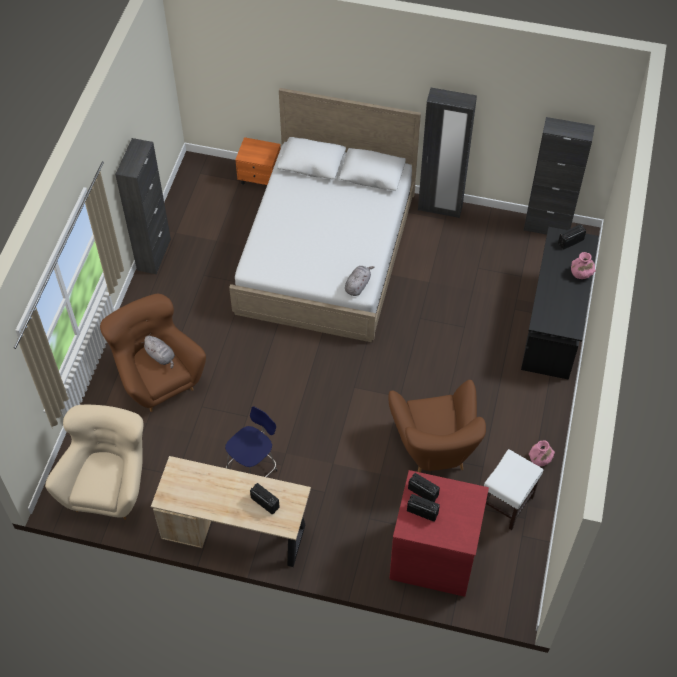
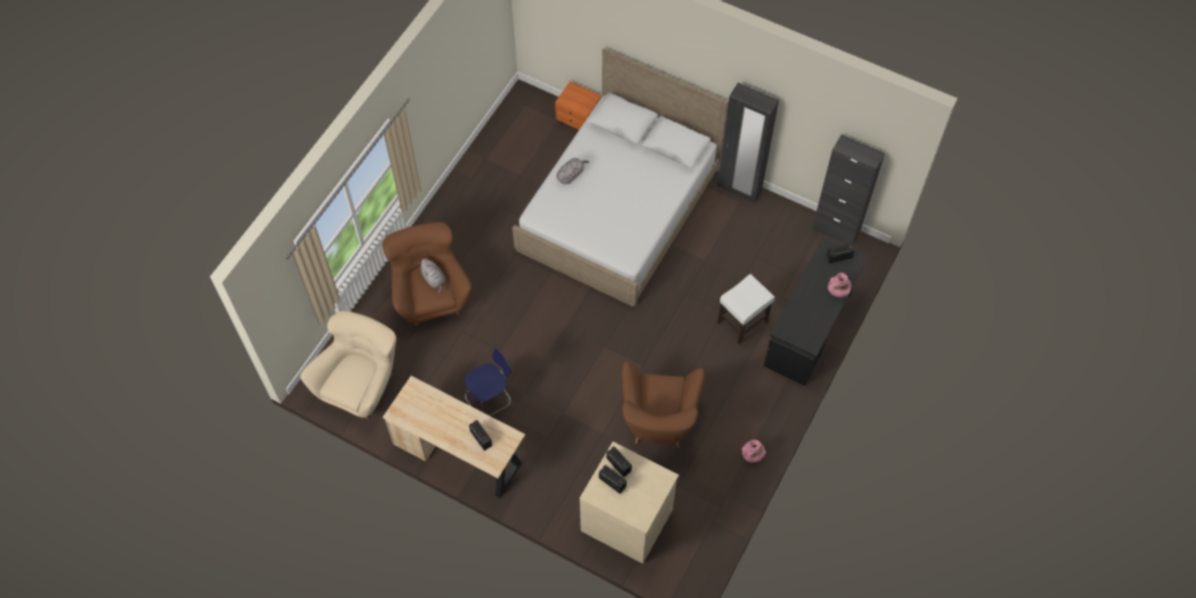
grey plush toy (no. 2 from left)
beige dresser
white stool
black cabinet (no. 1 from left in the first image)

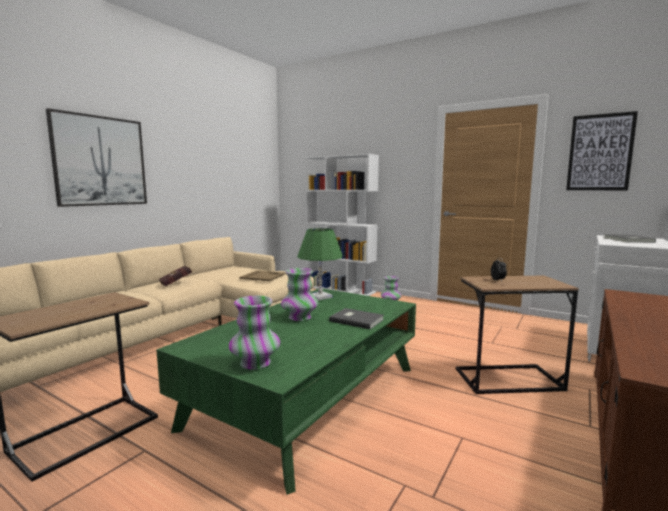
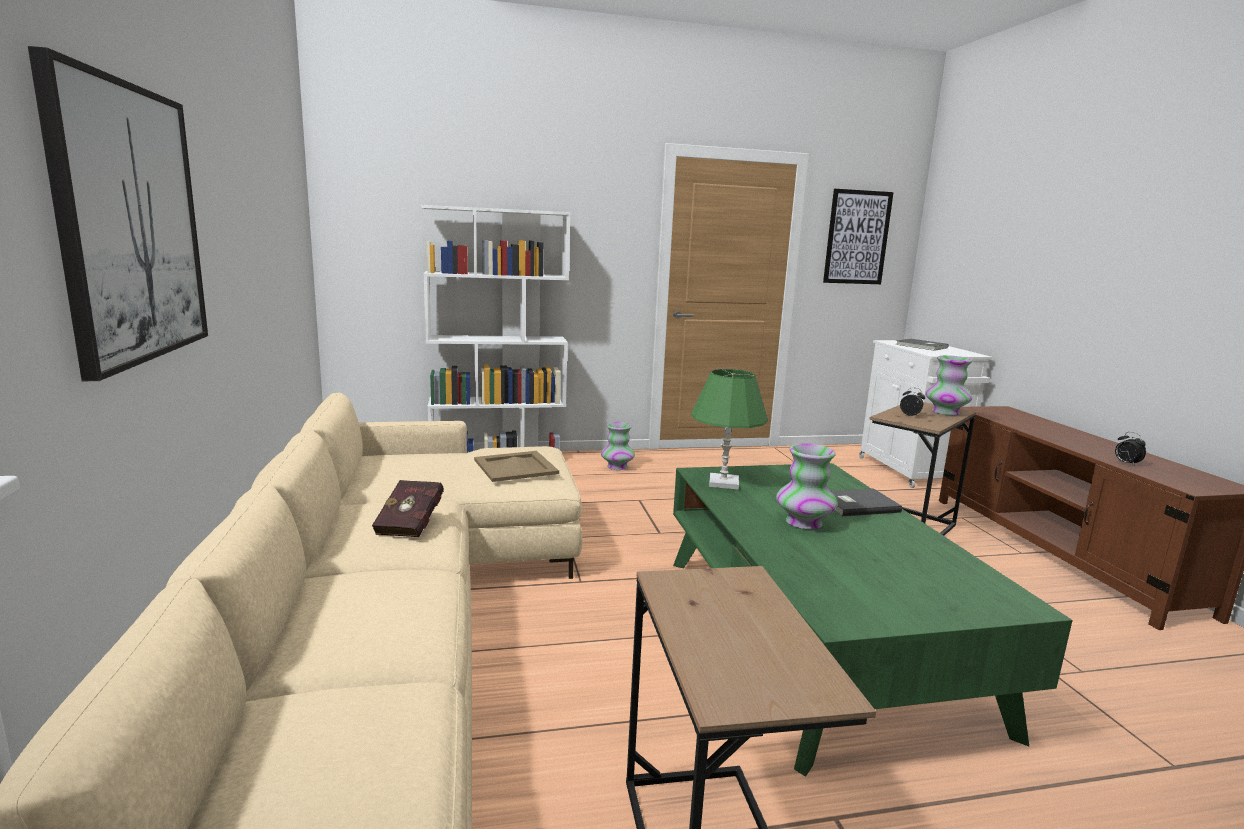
vase (no. 3 from left)
alarm clock (no. 2 from left)

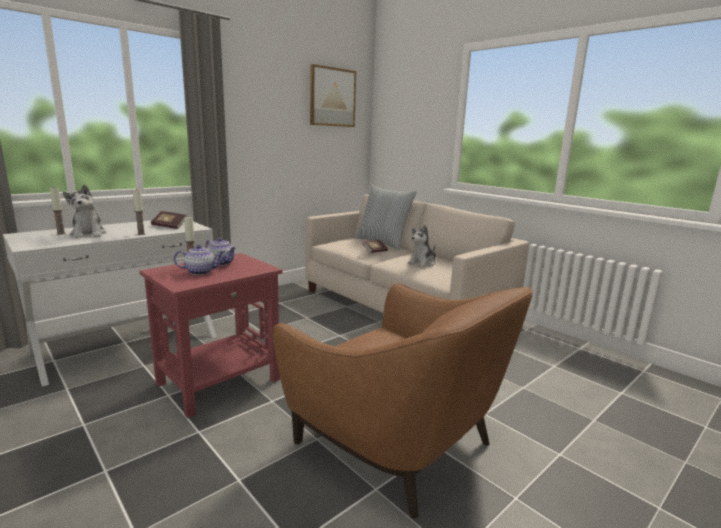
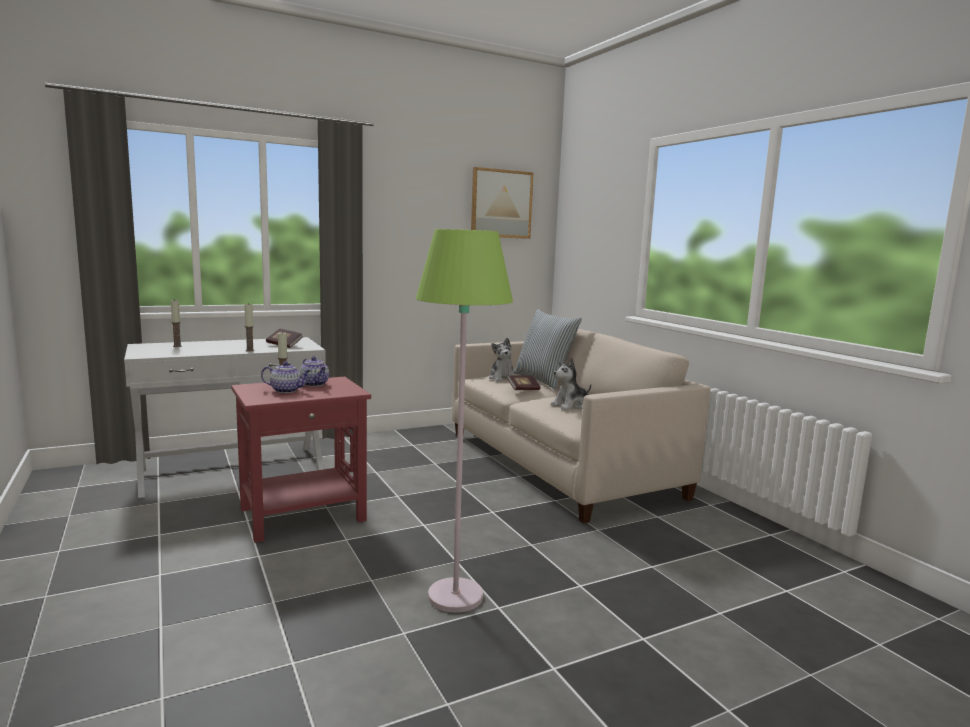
green floor lamp
plush toy (no. 1 from left)

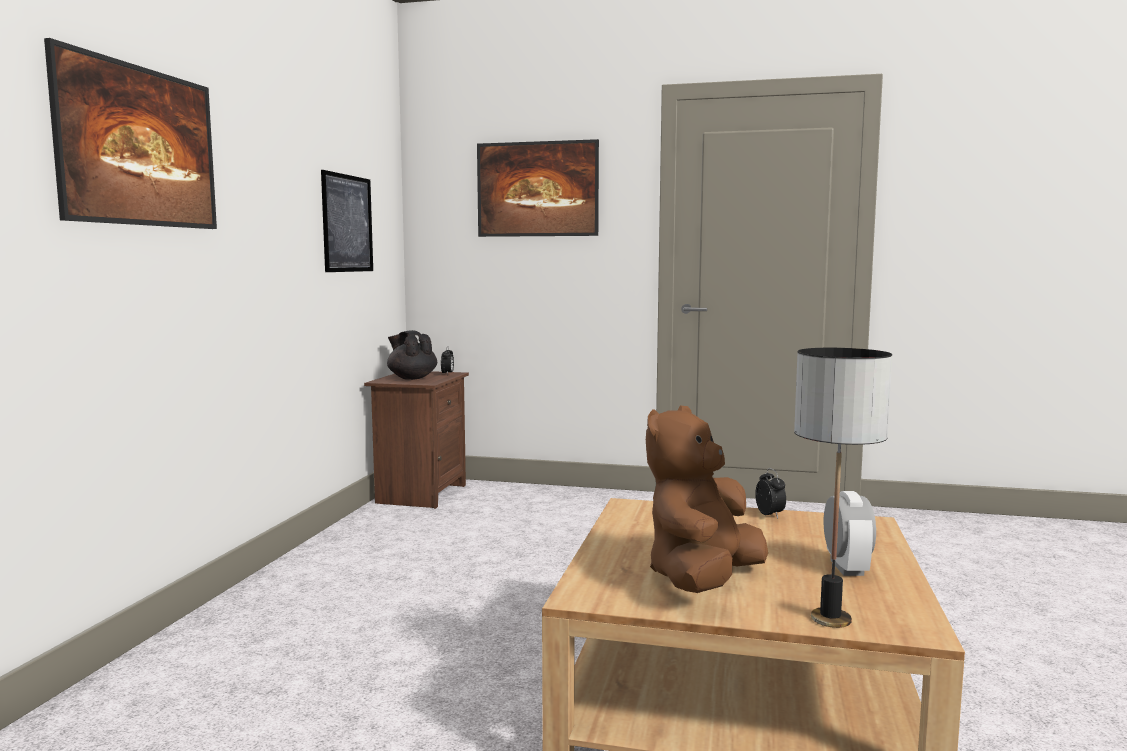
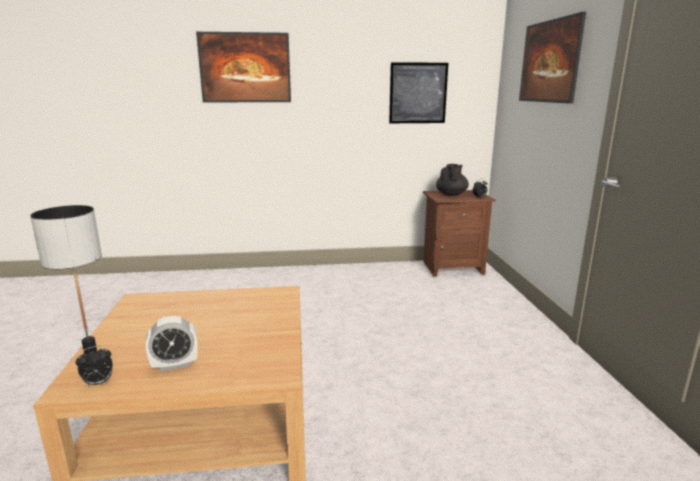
alarm clock (no. 1 from left)
brown plush toy

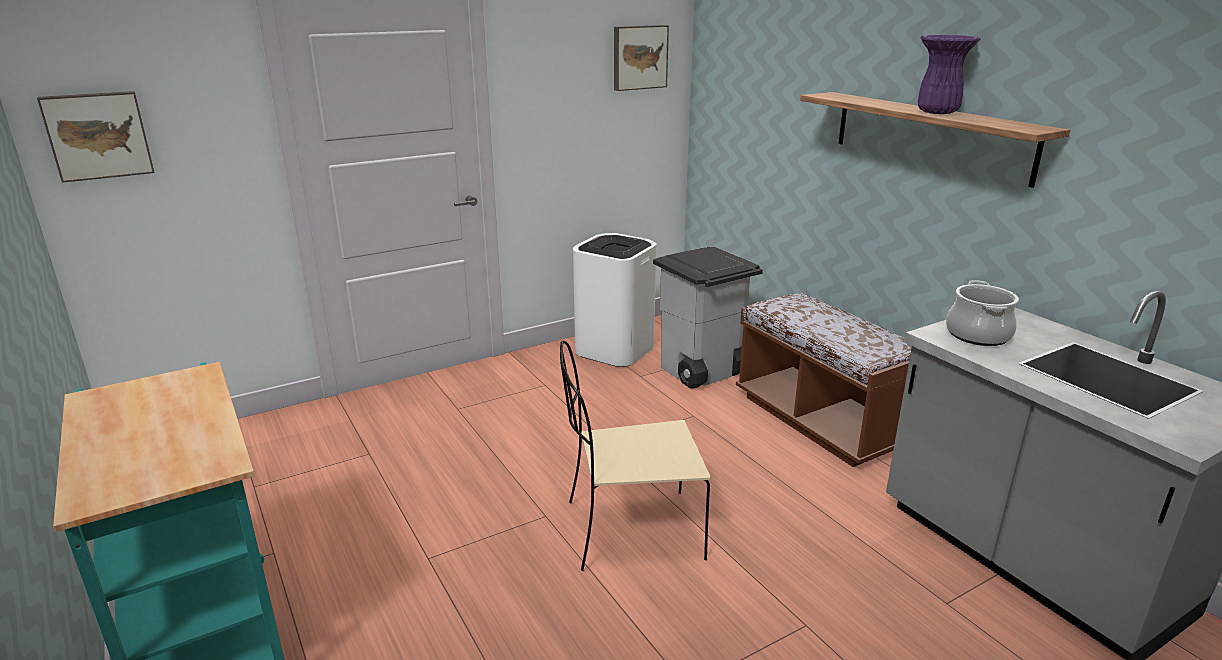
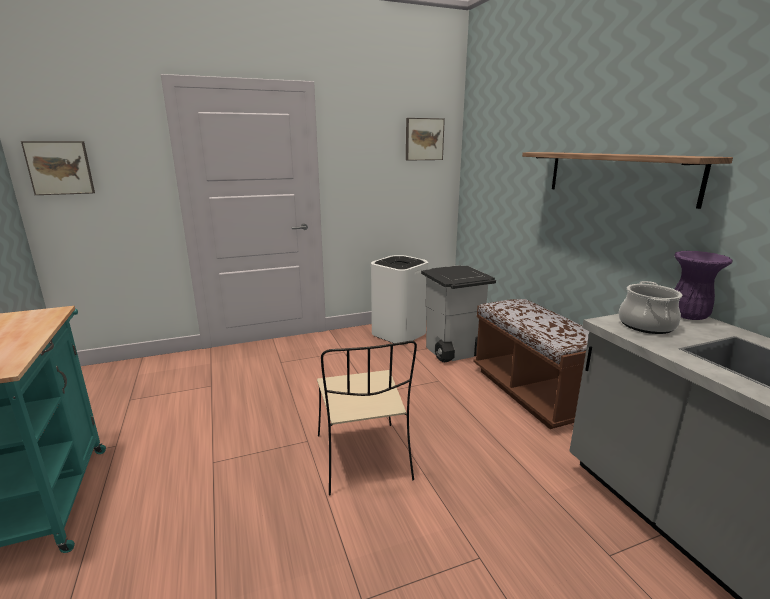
beige chair
purple vase

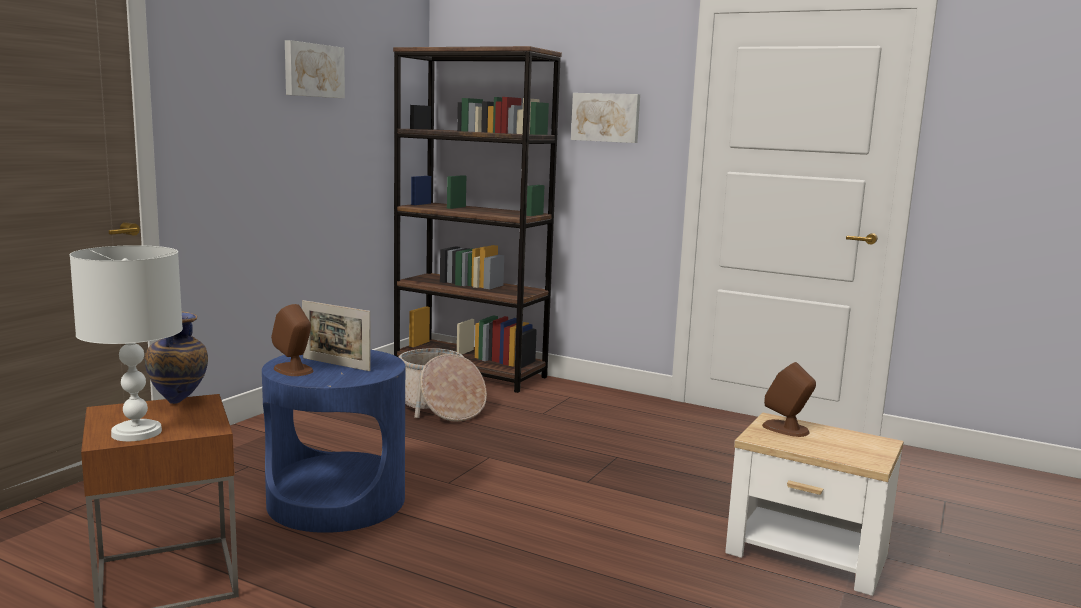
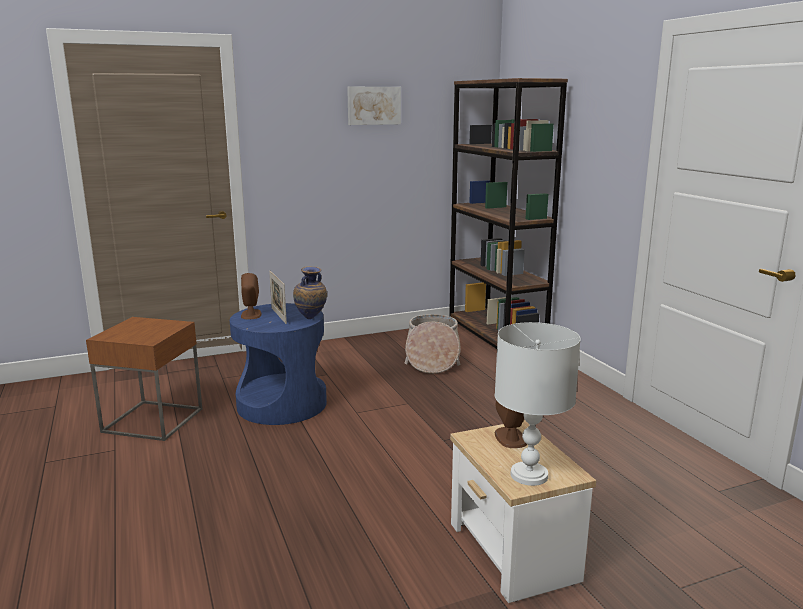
vase
white table lamp
picture (no. 2 from left in the first image)

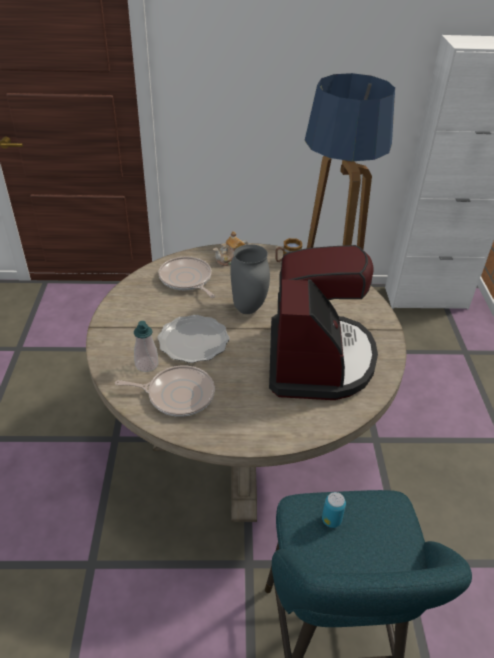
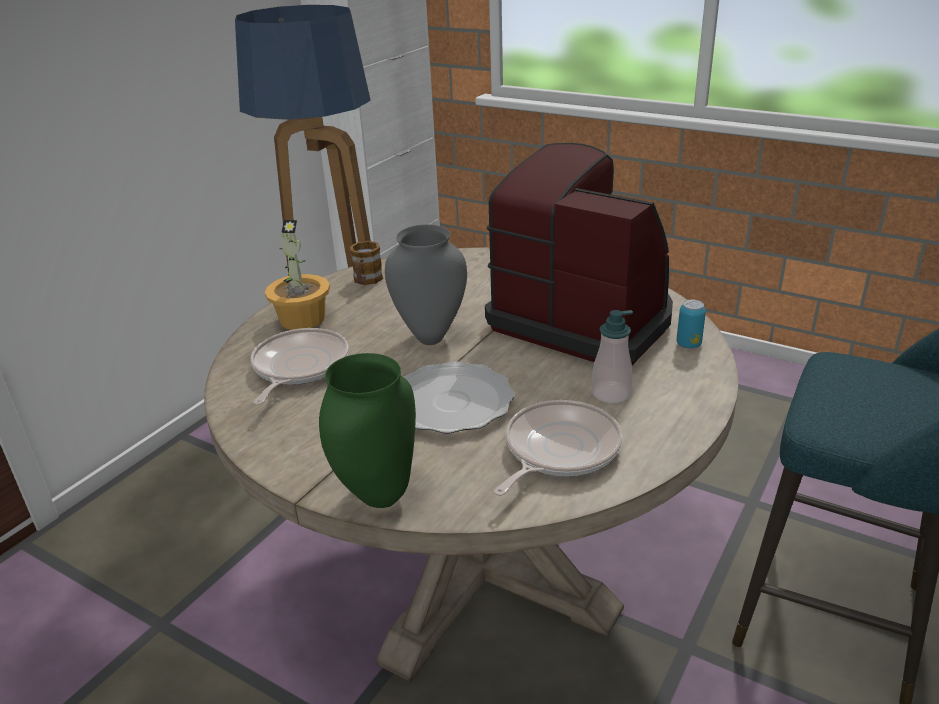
frying pan (no. 1 from left)
potted plant
green vase
soap dispenser
can

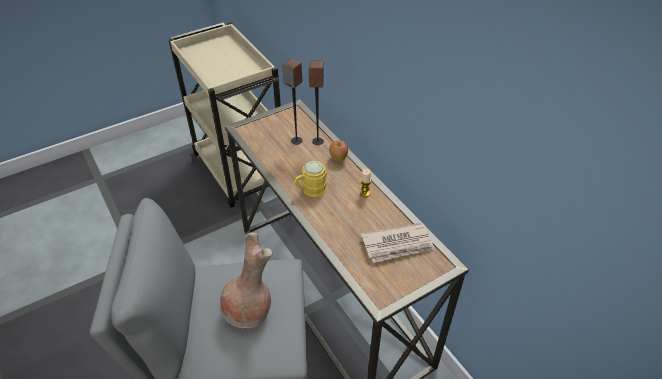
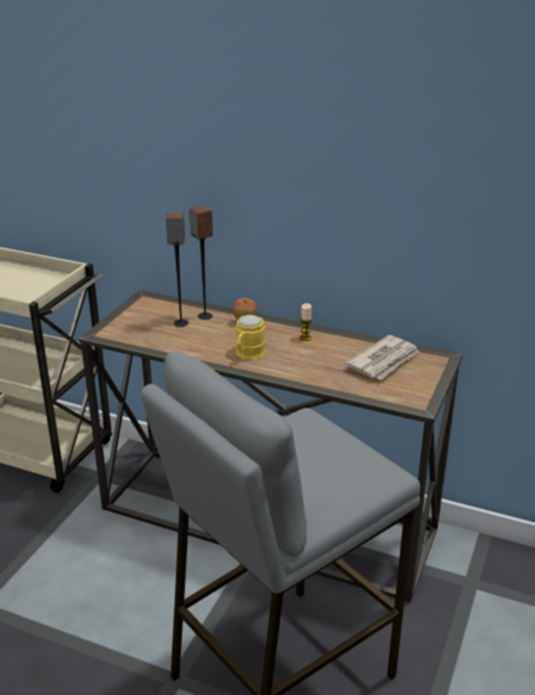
brown vase

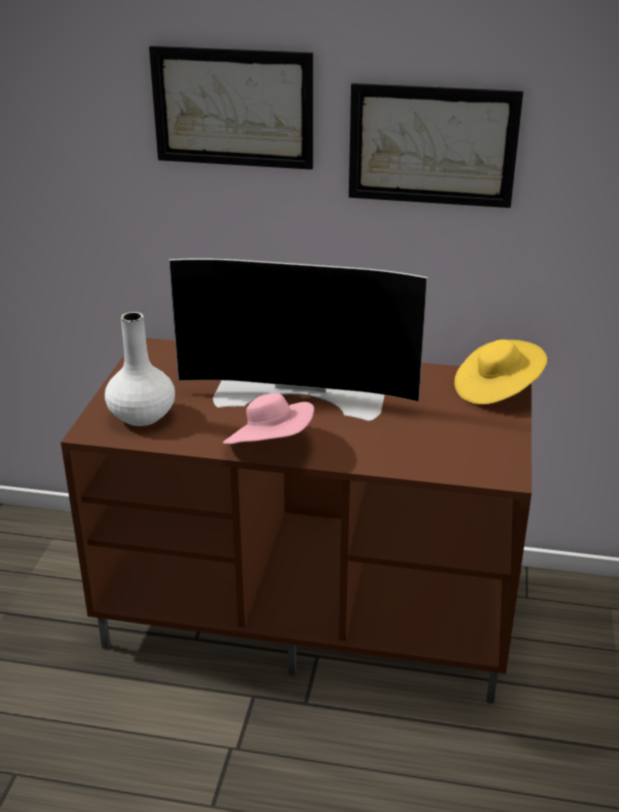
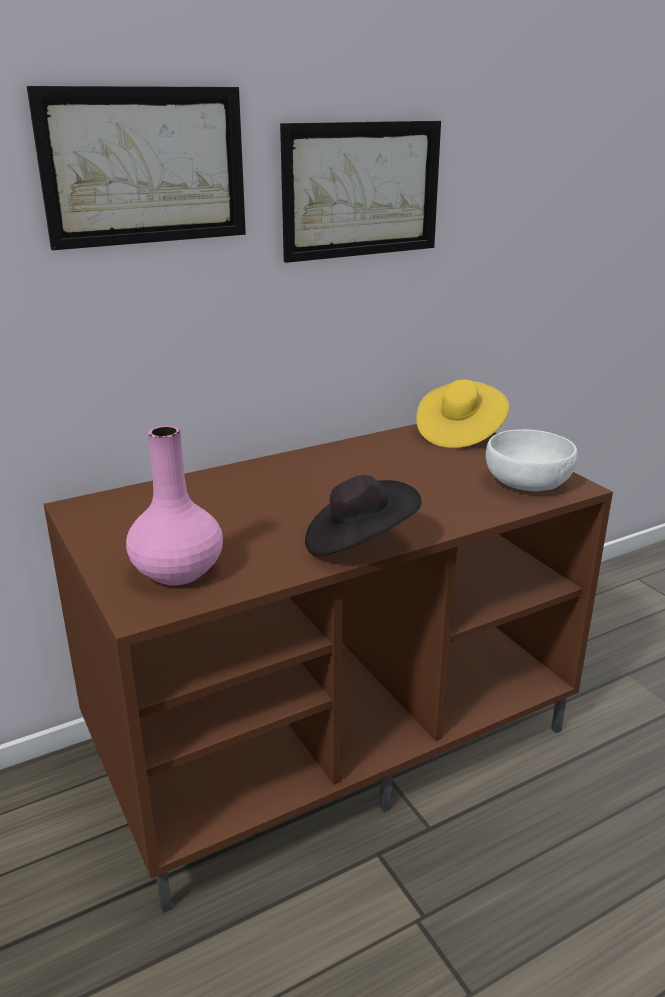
pink vase
black hat
white bowl
television

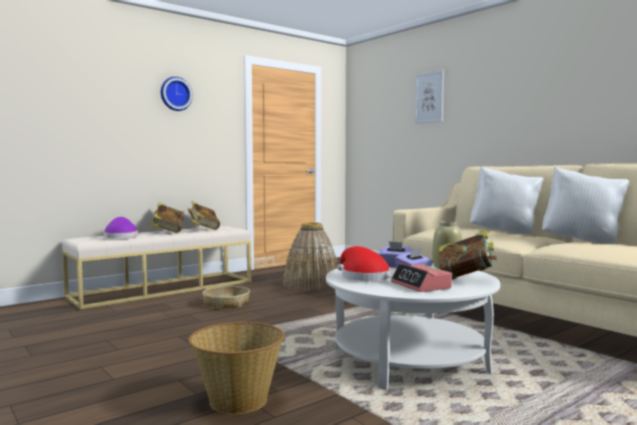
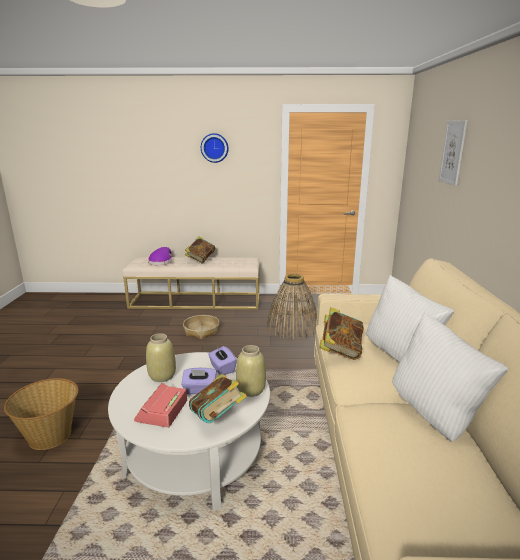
beige vase (no. 1 from left)
book (no. 3 from left)

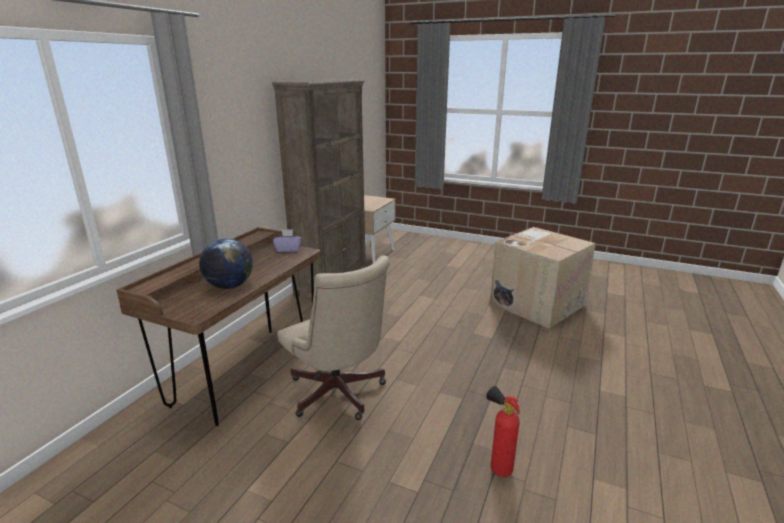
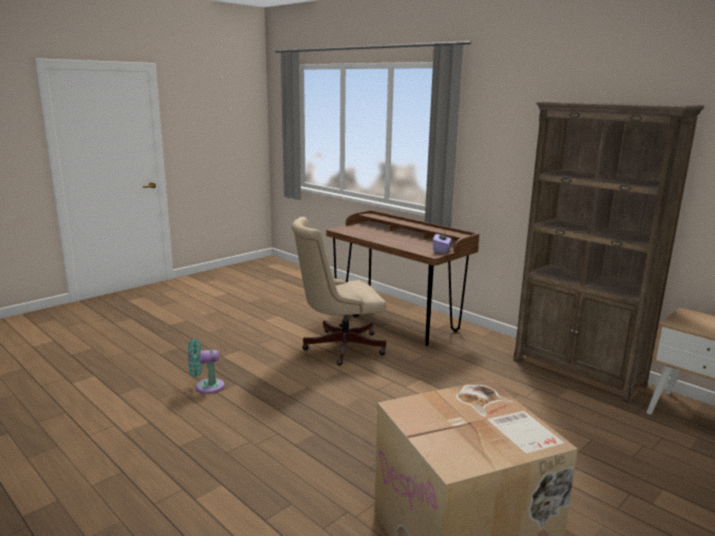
turquoise fan
globe

